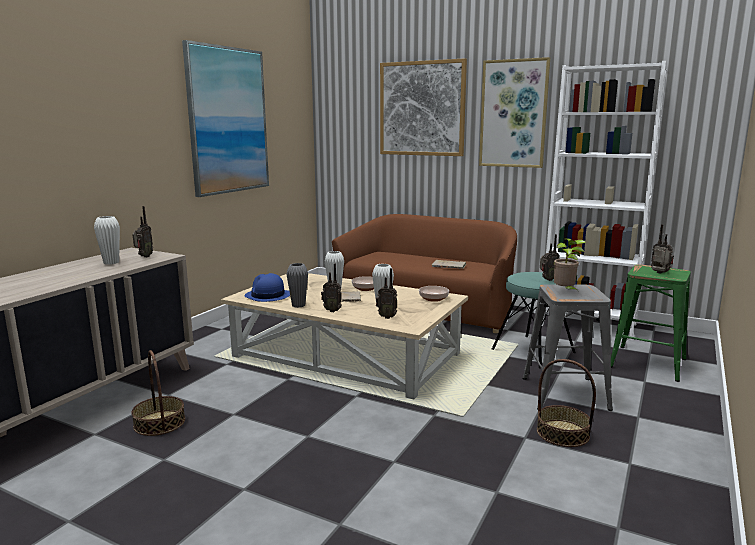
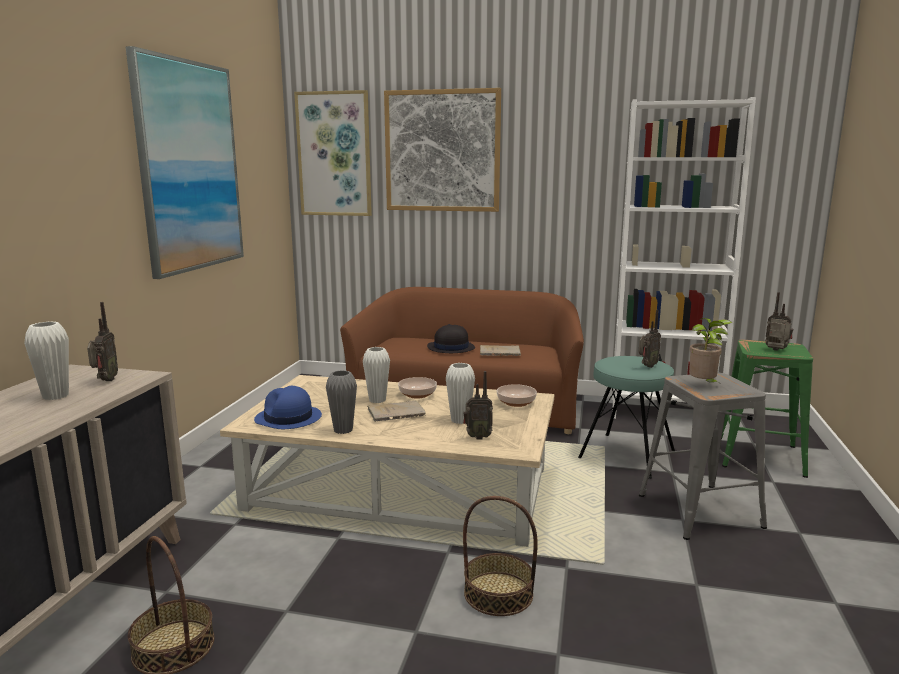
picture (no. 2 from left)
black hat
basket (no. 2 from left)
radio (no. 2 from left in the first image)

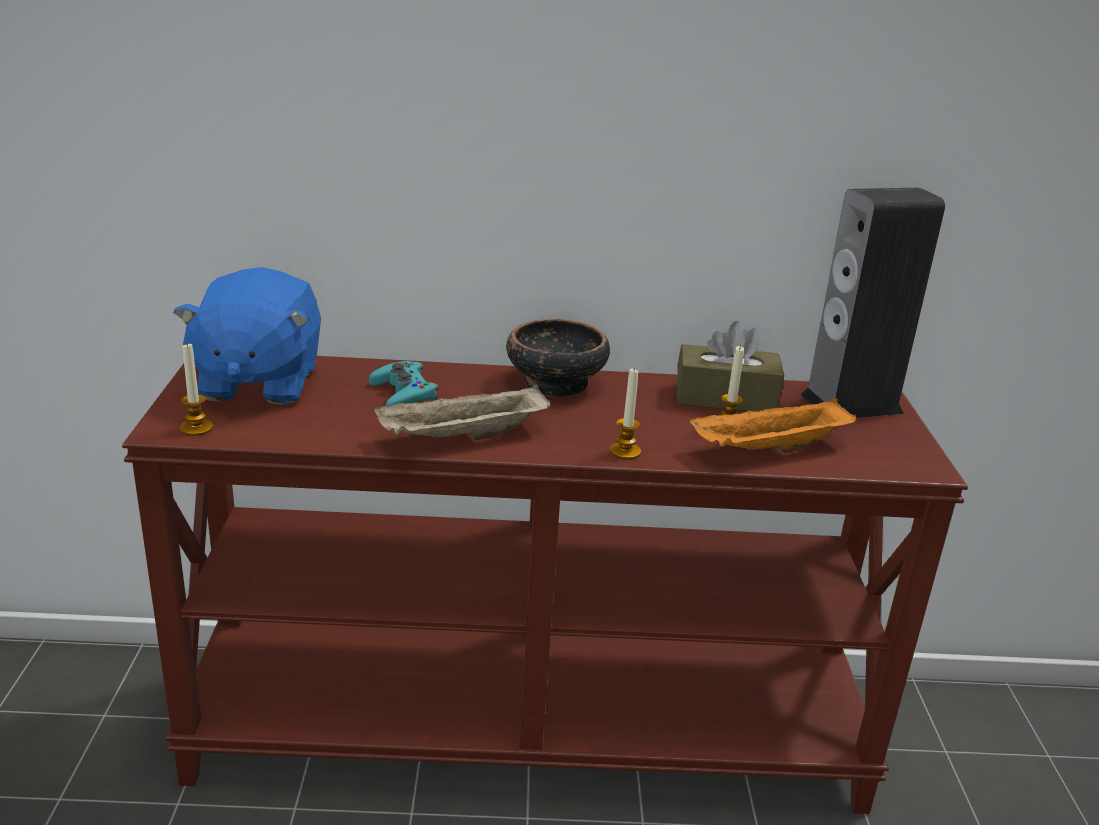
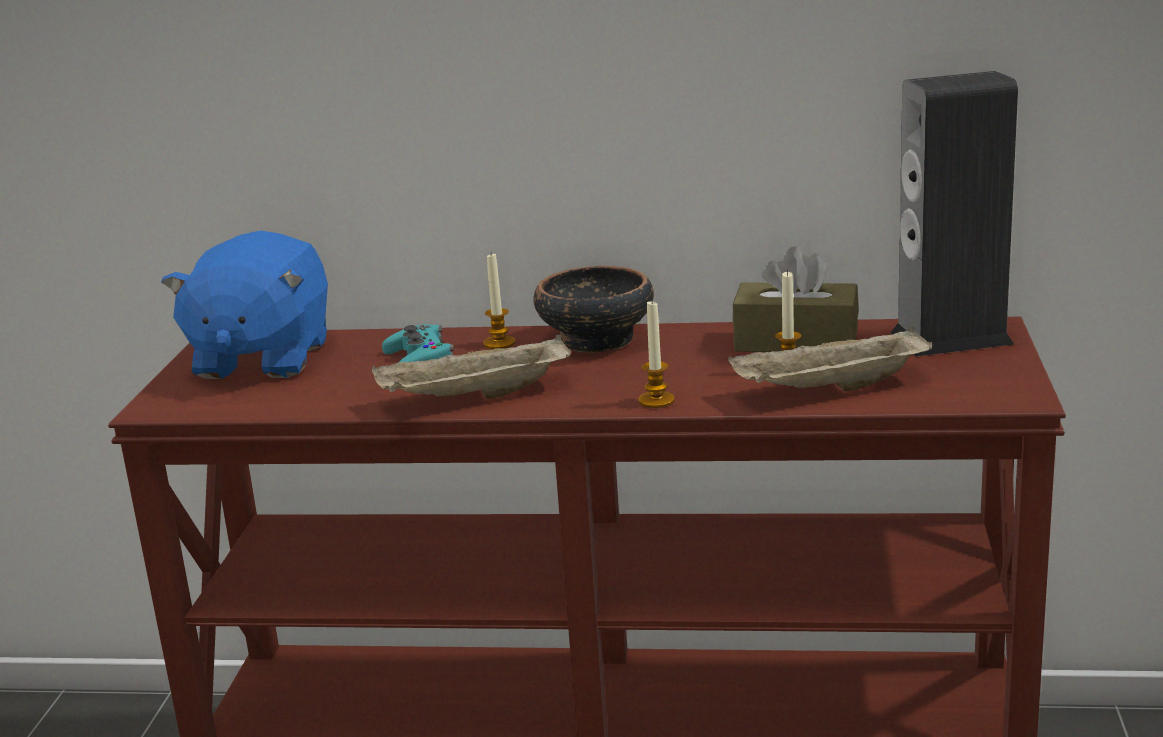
candle (no. 1 from left)
beige tray (no. 2 from left)

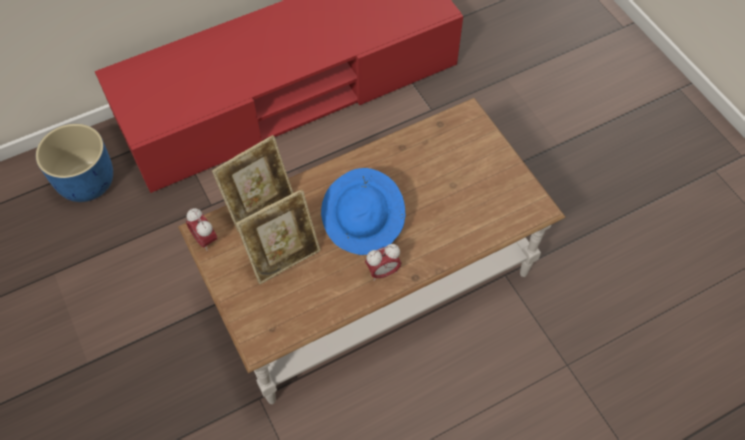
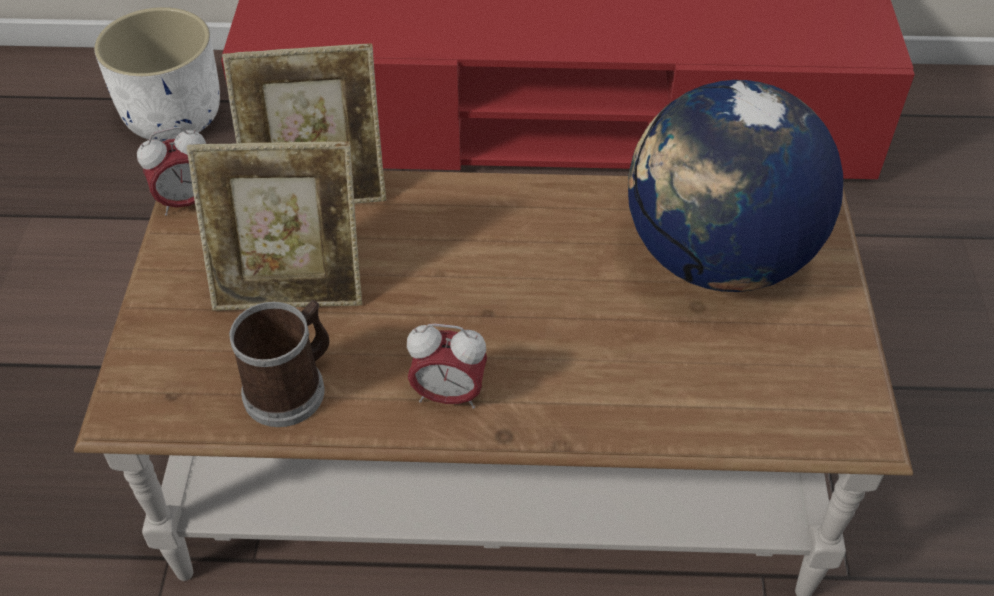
white planter
alarm clock (no. 1 from left)
mug
globe
blue hat

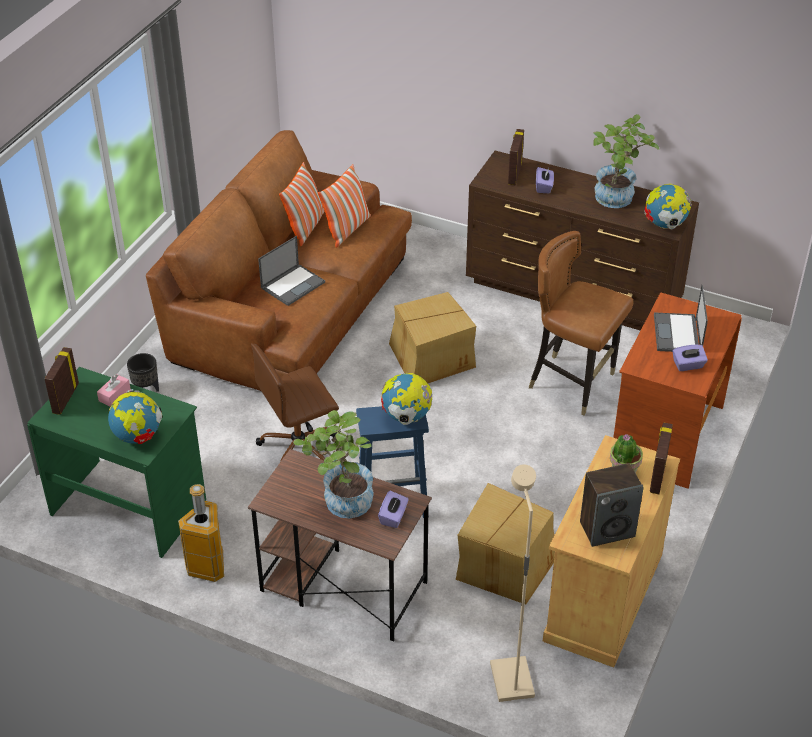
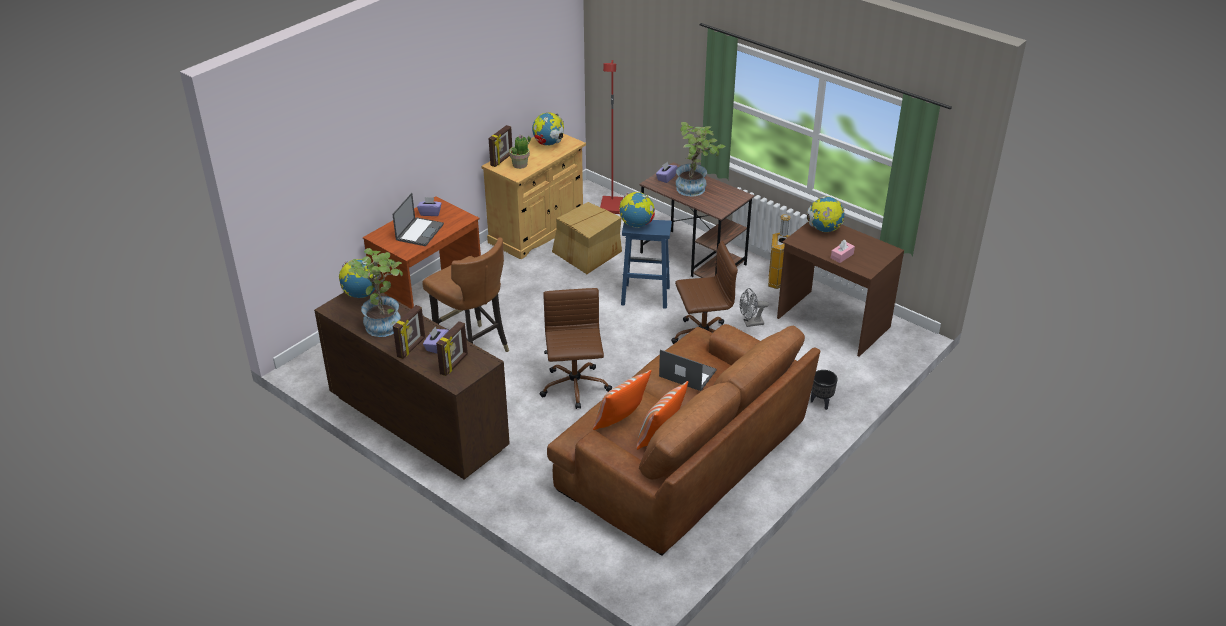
picture frame (no. 1 from left)
globe (no. 2 from left)
brown office chair (no. 1 from left)
red floor lamp
laptop (no. 2 from left)
grey fan
brown desk (no. 3 from left)

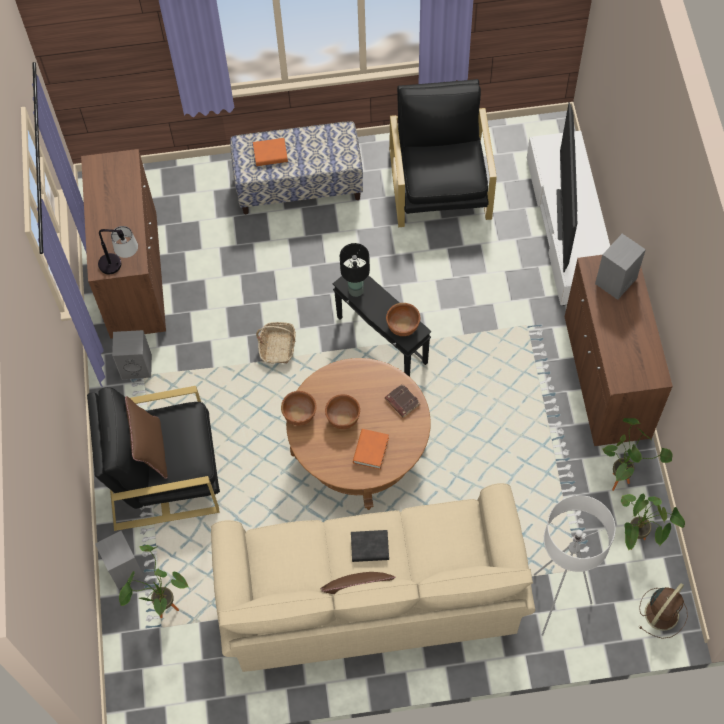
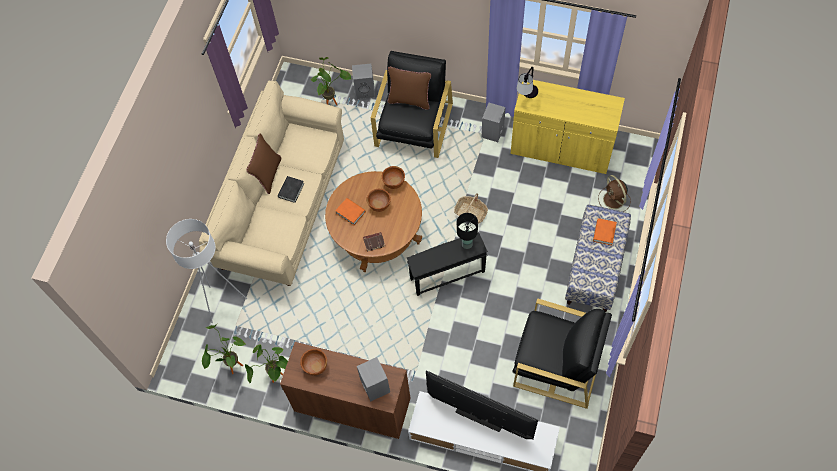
brown bowl (no. 1 from left)
yellow cabinet
brown fan

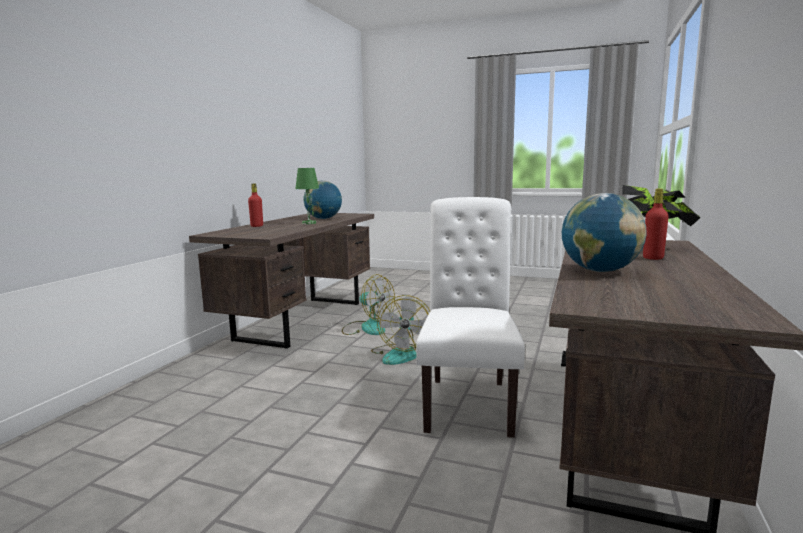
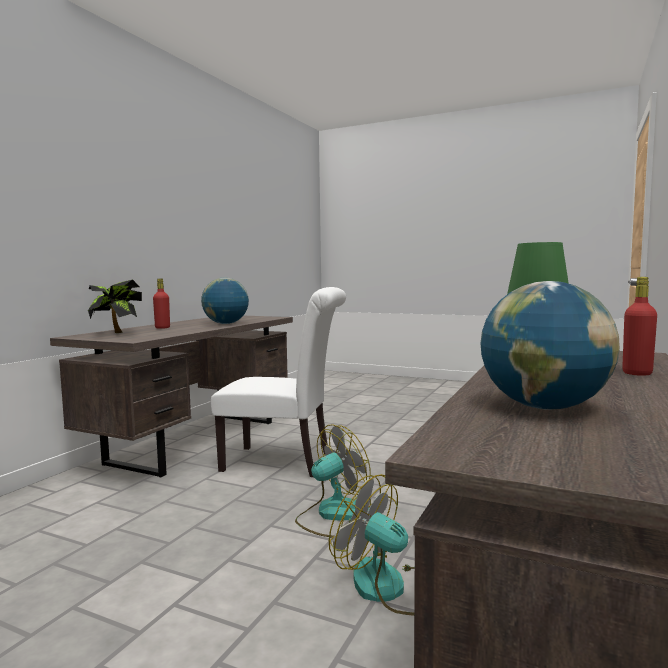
white chair
fan (no. 1 from left)

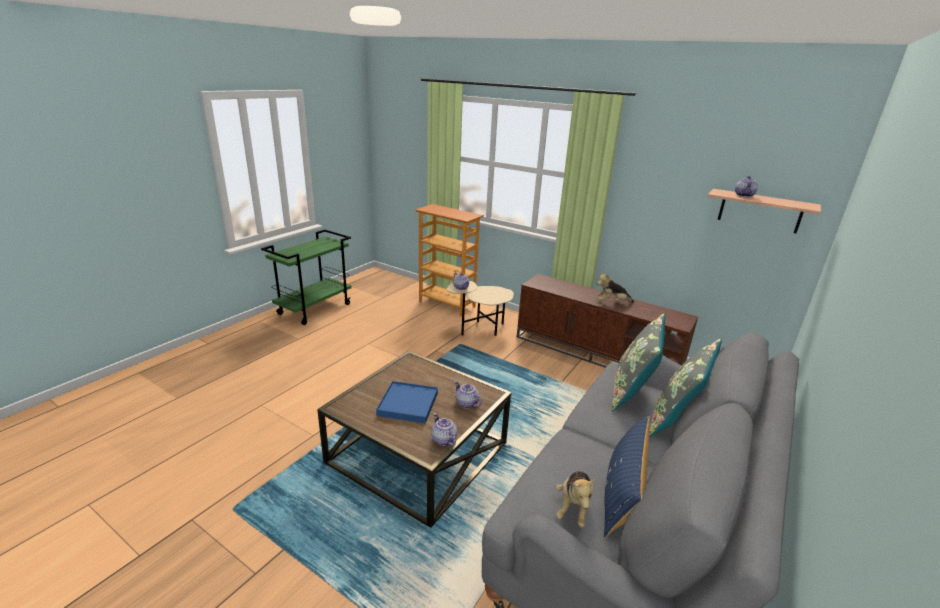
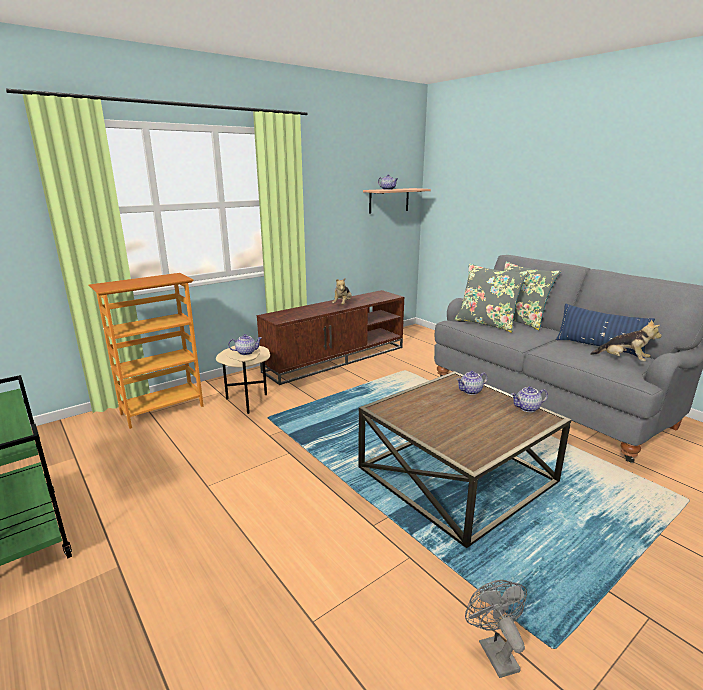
grey fan
blue tray

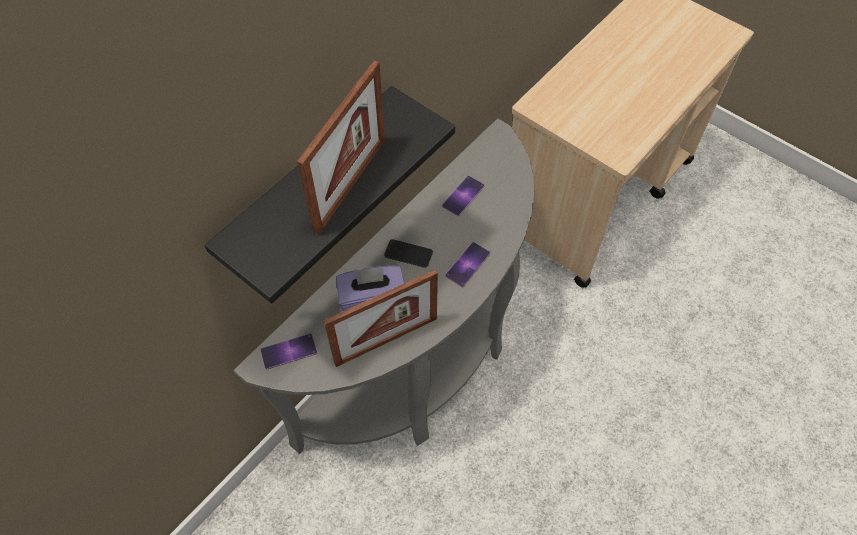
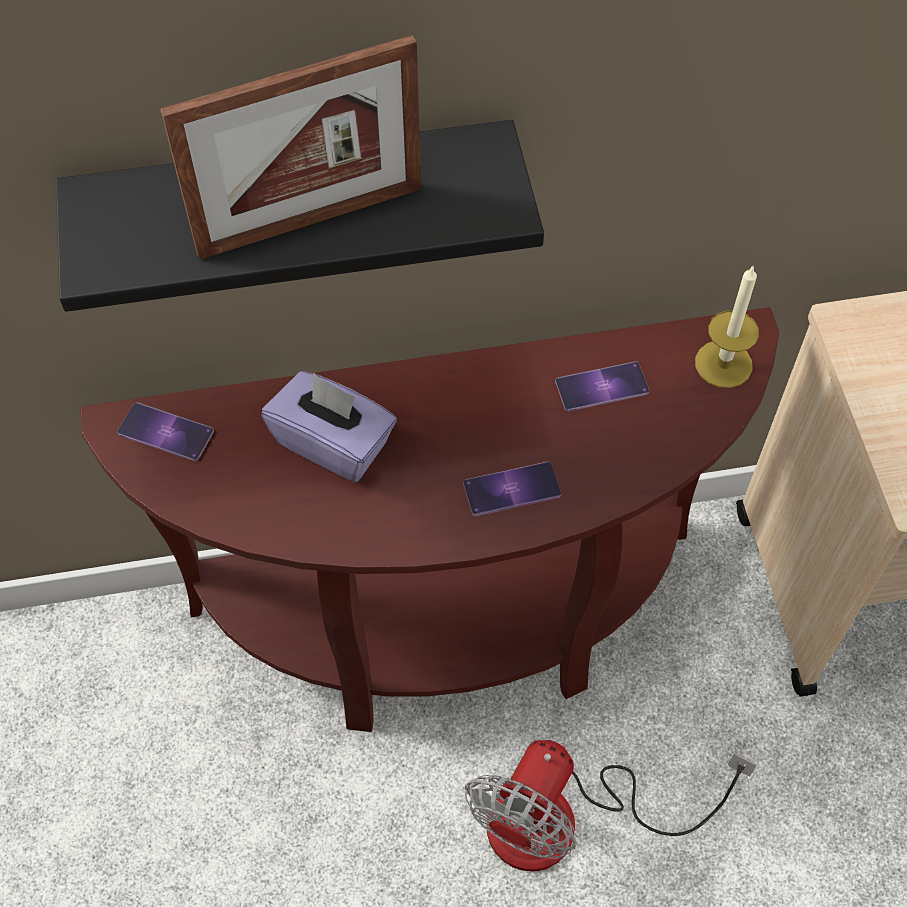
brown console table
fan
candle
picture frame (no. 2 from left in the first image)
phone (no. 2 from left in the first image)

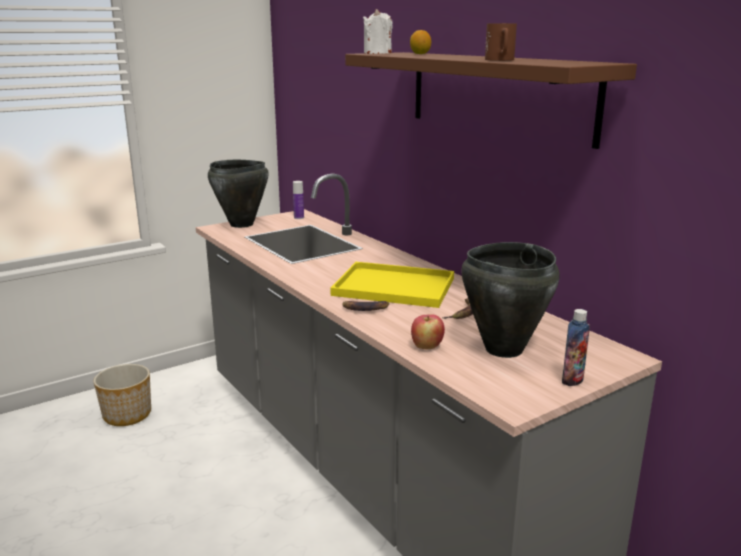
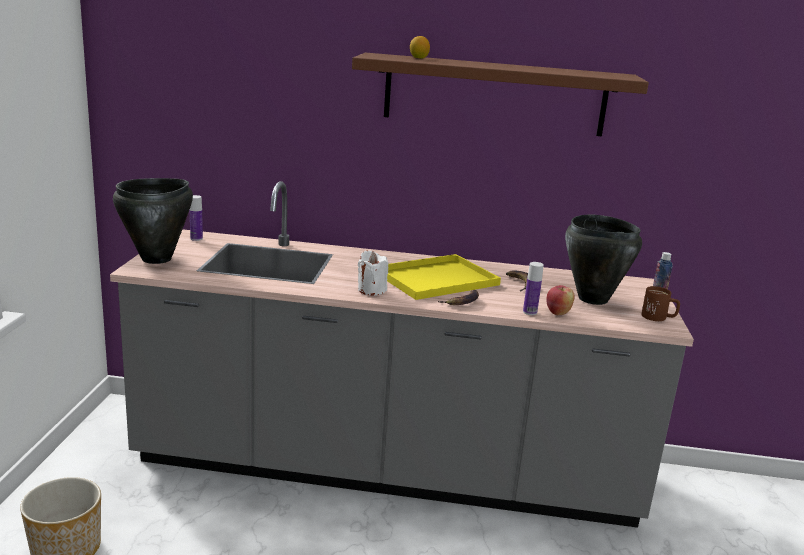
white candle
bottle (no. 2 from left)
brown mug

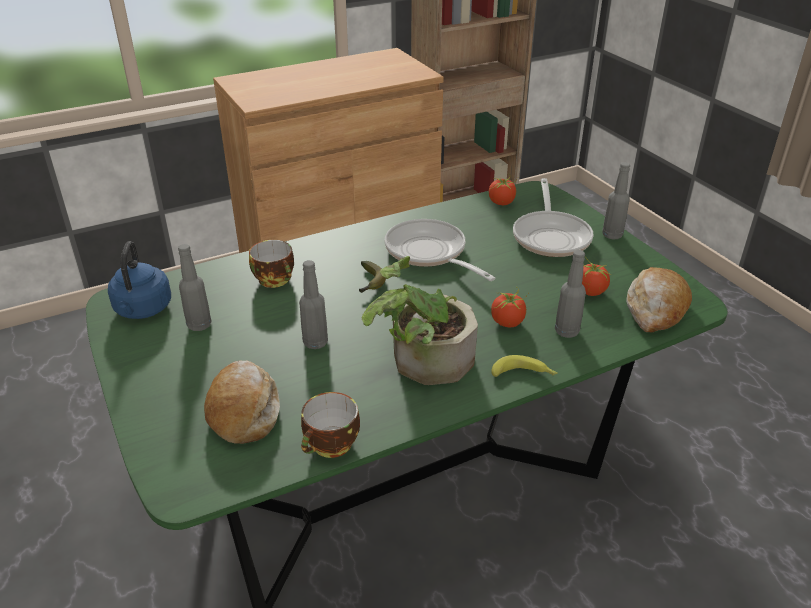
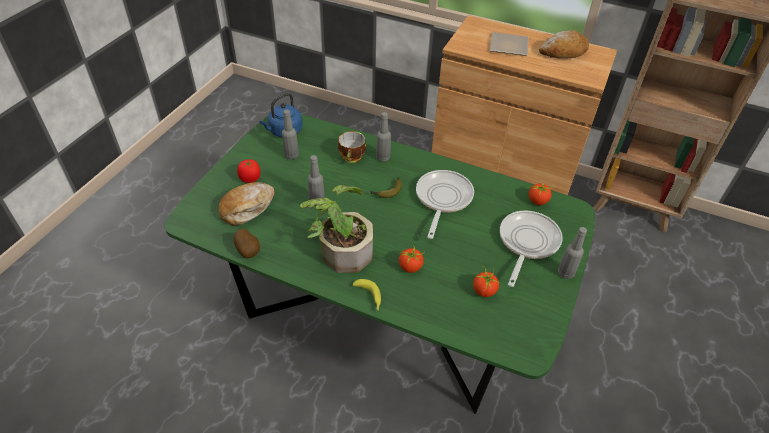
potato
tomato (no. 1 from left)
grey bottle (no. 3 from left)
plate
frying pan (no. 2 from left)
bread (no. 2 from left)

